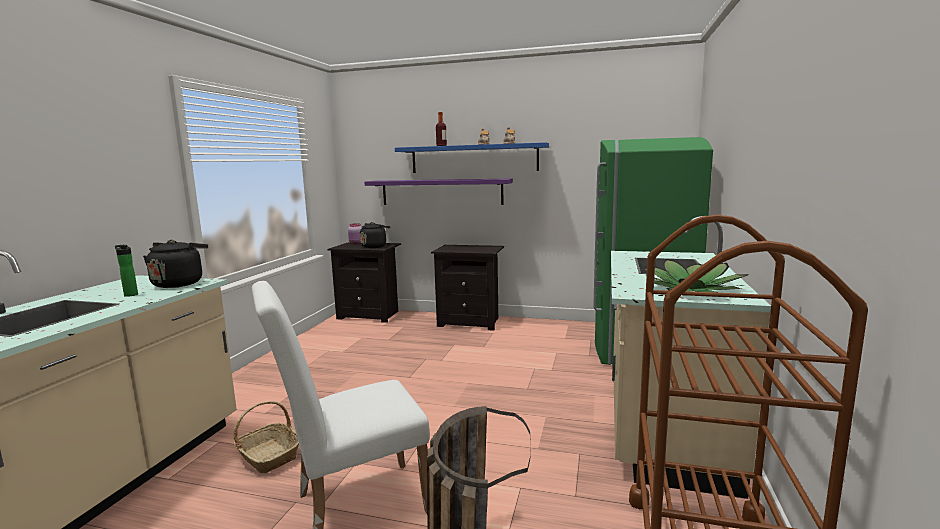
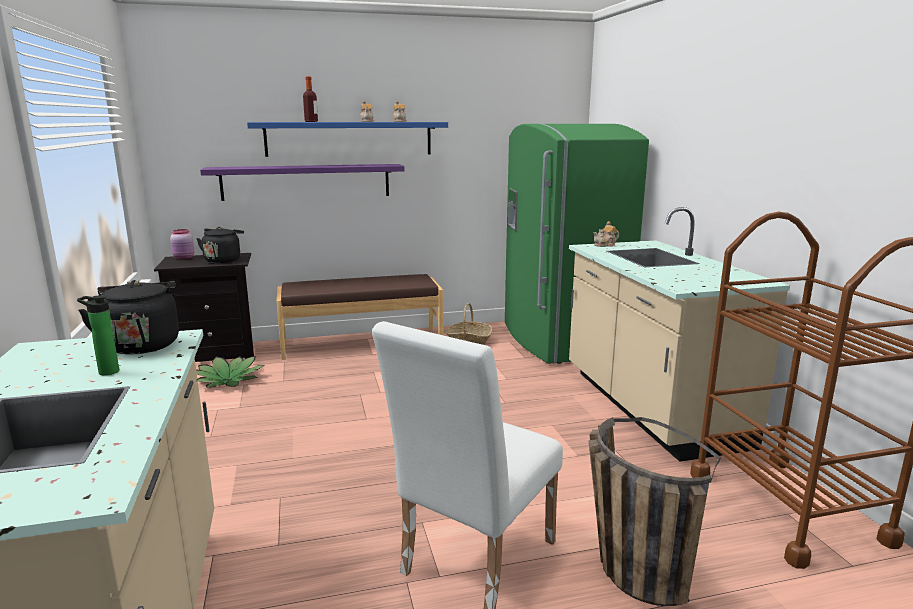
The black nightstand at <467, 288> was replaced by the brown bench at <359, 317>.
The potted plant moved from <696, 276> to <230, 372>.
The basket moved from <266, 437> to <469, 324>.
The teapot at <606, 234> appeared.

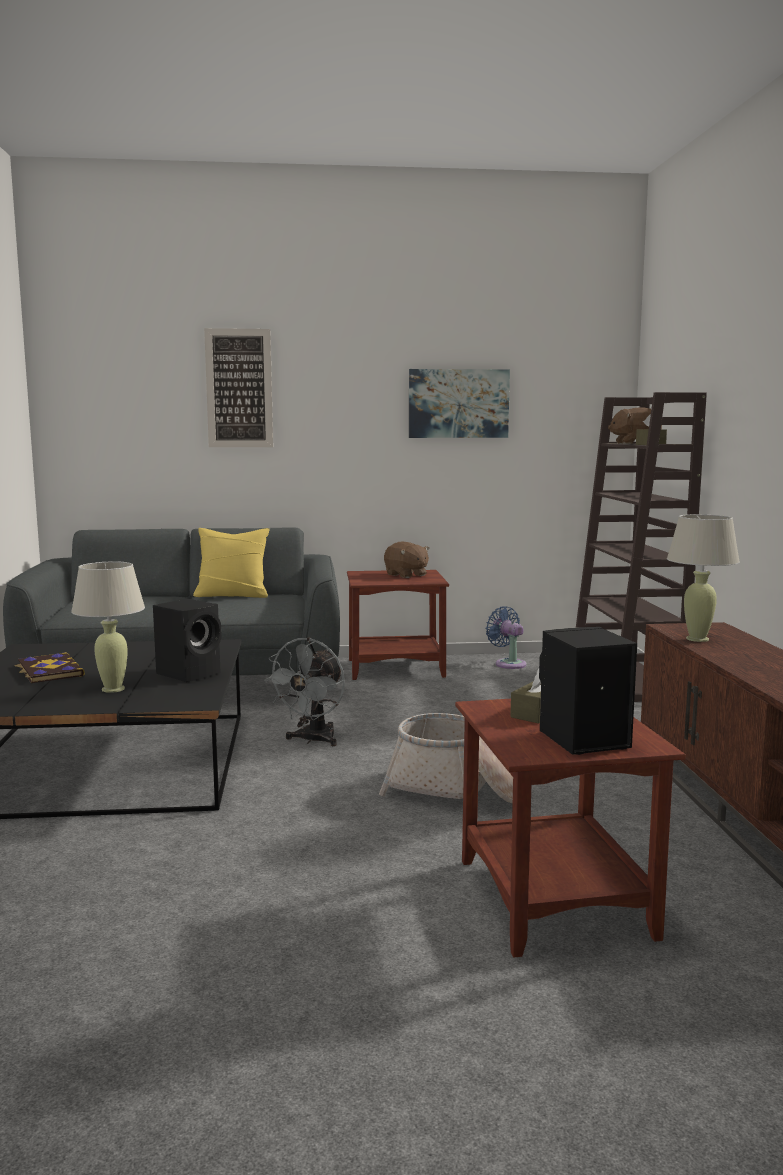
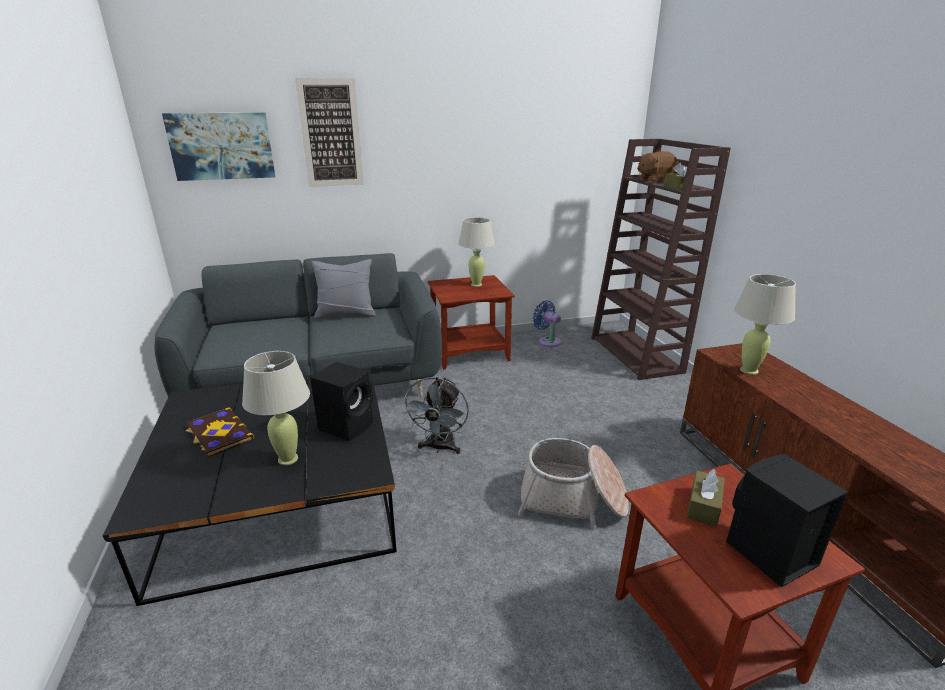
The picture moved from <459, 403> to <218, 146>.
The yellow pillow at <231, 563> became the grey pillow at <343, 289>.
The brown plush toy at <406, 560> was replaced by the beige table lamp at <476, 252>.

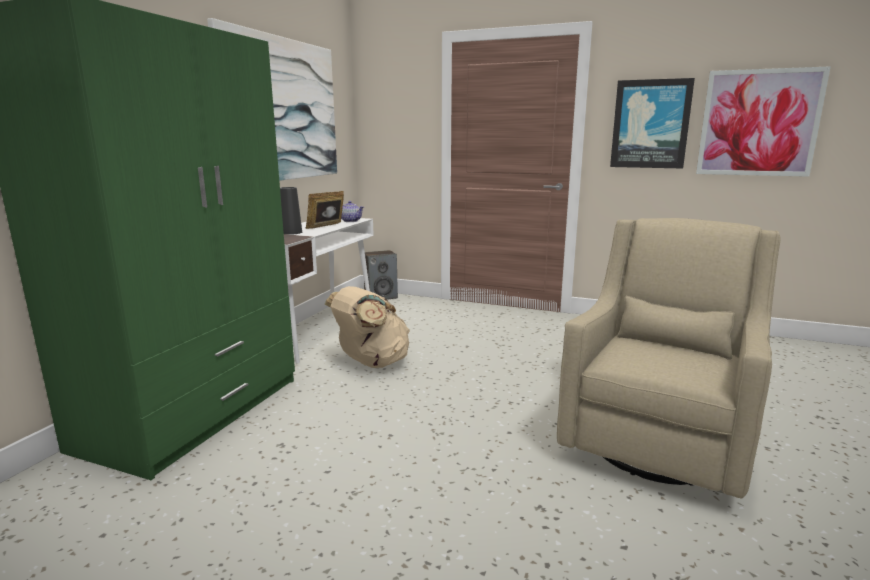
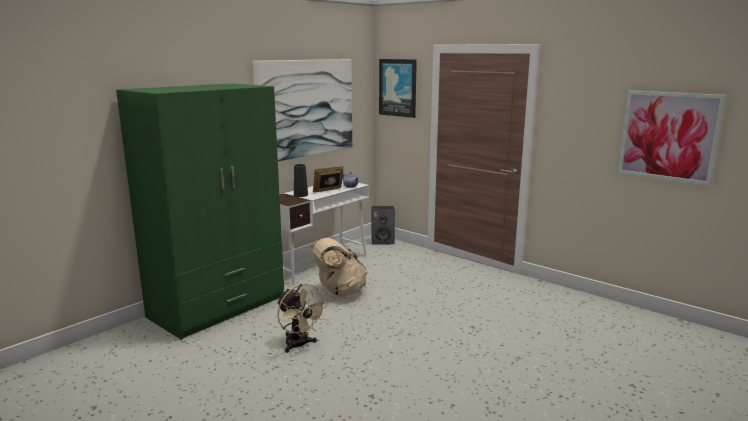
The picture moved from <652, 123> to <398, 88>.
The beige armchair at <669, 358> disappeared.
The beige fan at <302, 318> appeared.

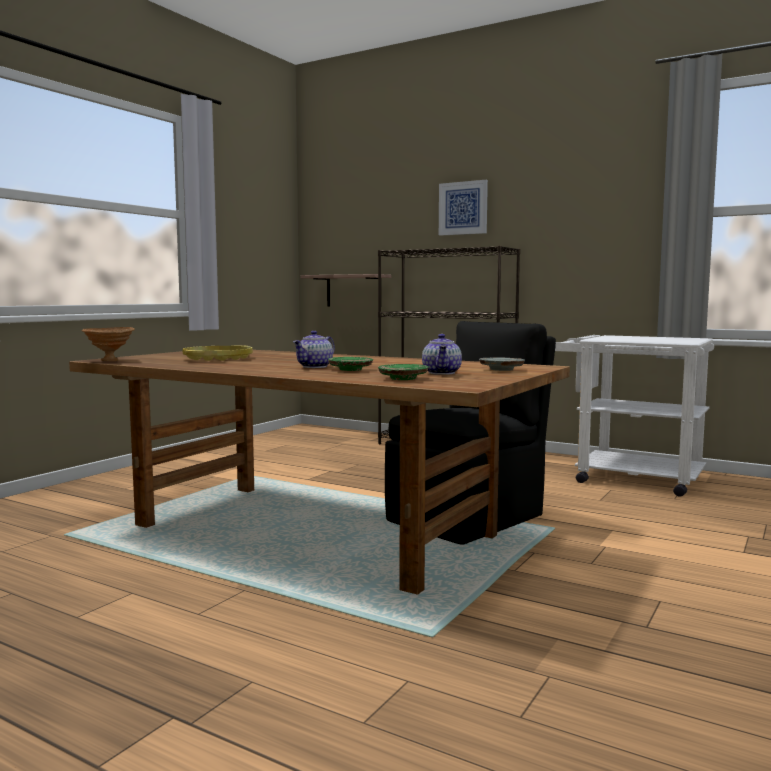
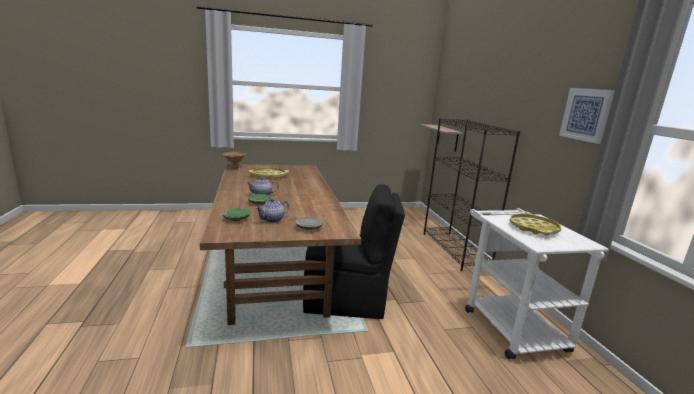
The picture moved from <463, 208> to <587, 116>.
The yellow tray at <535, 224> appeared.

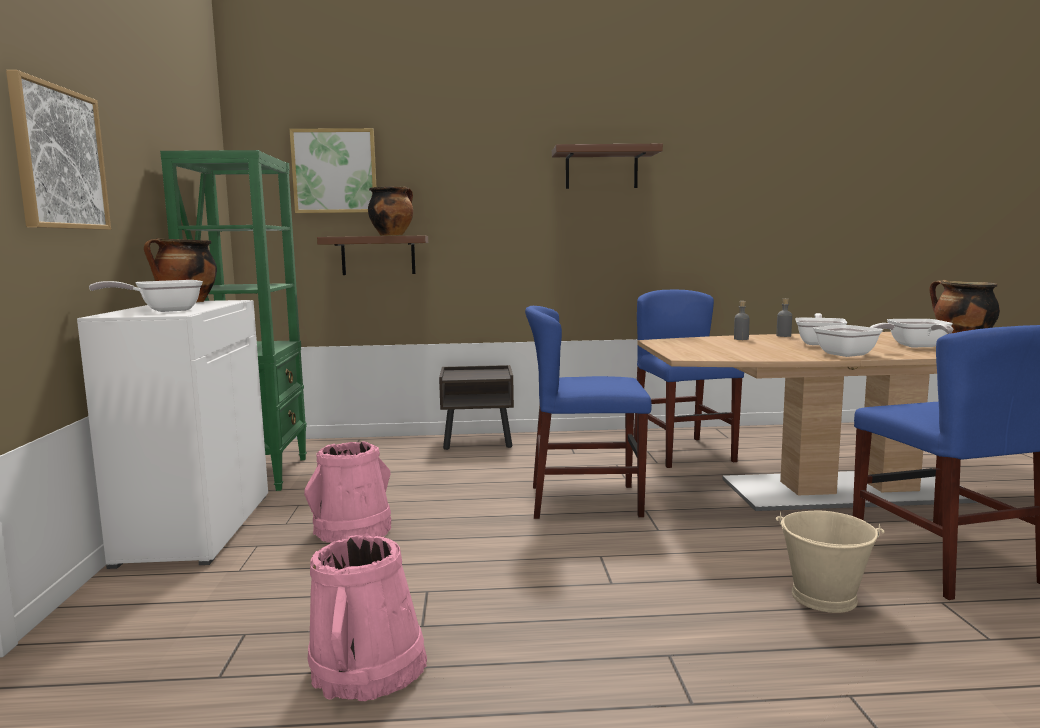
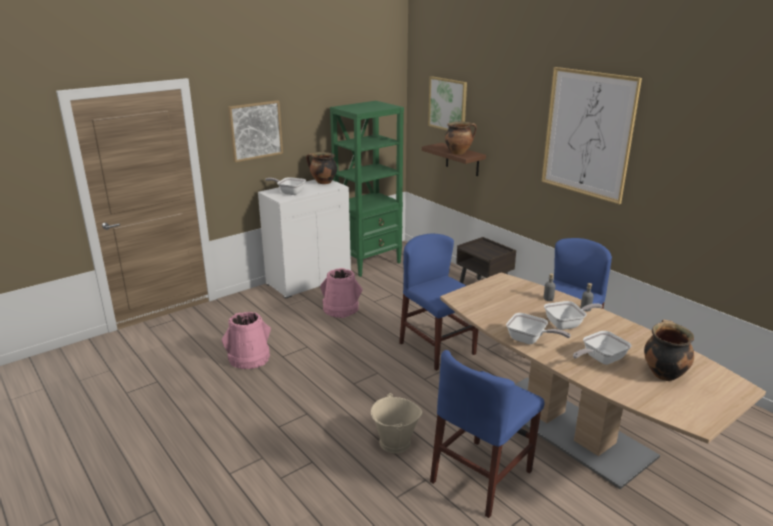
The brown shelf at <607, 166> was replaced by the picture at <591, 135>.

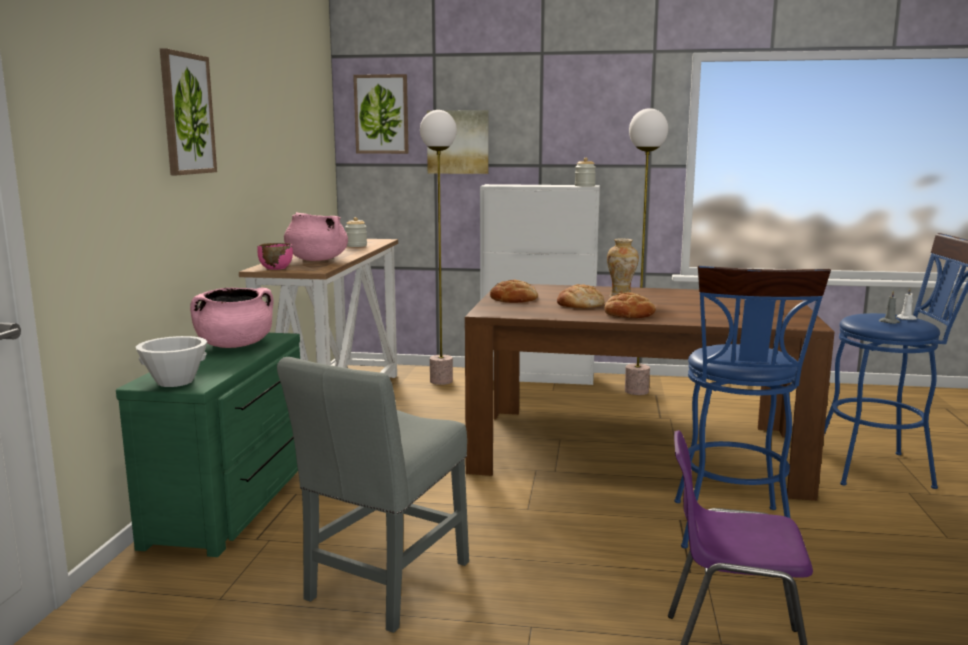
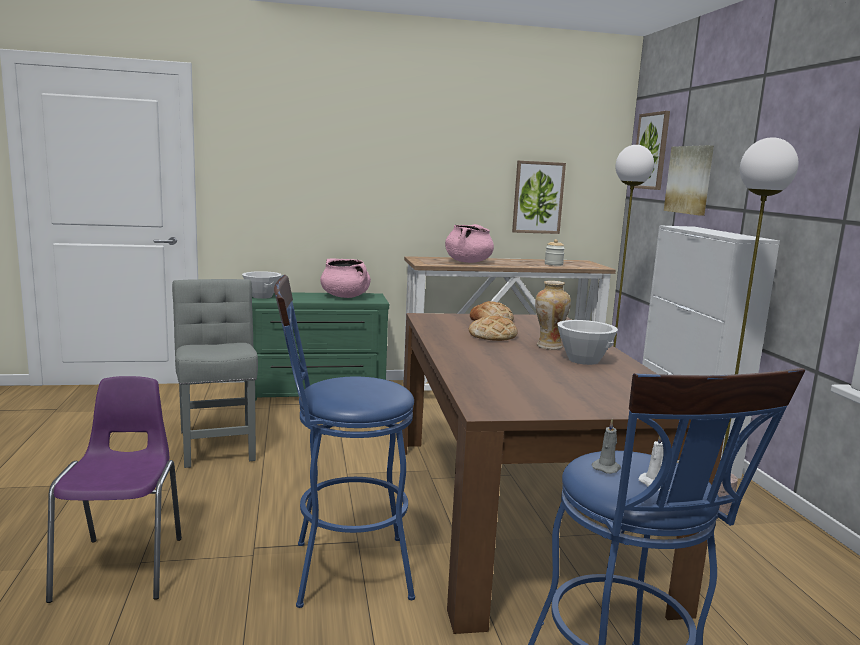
The picture moved from <188, 111> to <539, 197>.
The jar at <585, 172> disappeared.
The pink bowl at <275, 256> disappeared.
The bread at <630, 305> disappeared.
The grey chair at <373, 495> turned 60 degrees clockwise.
The white bowl at <587, 342> appeared.

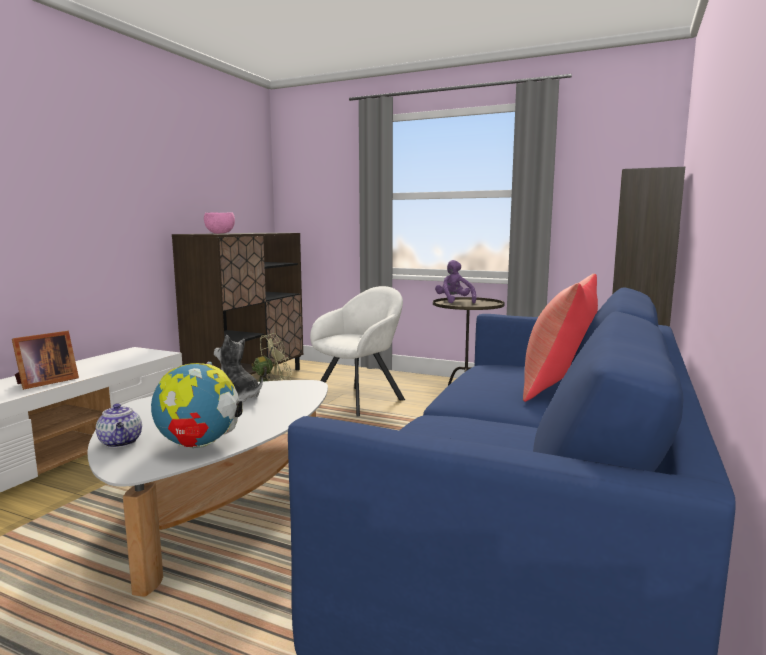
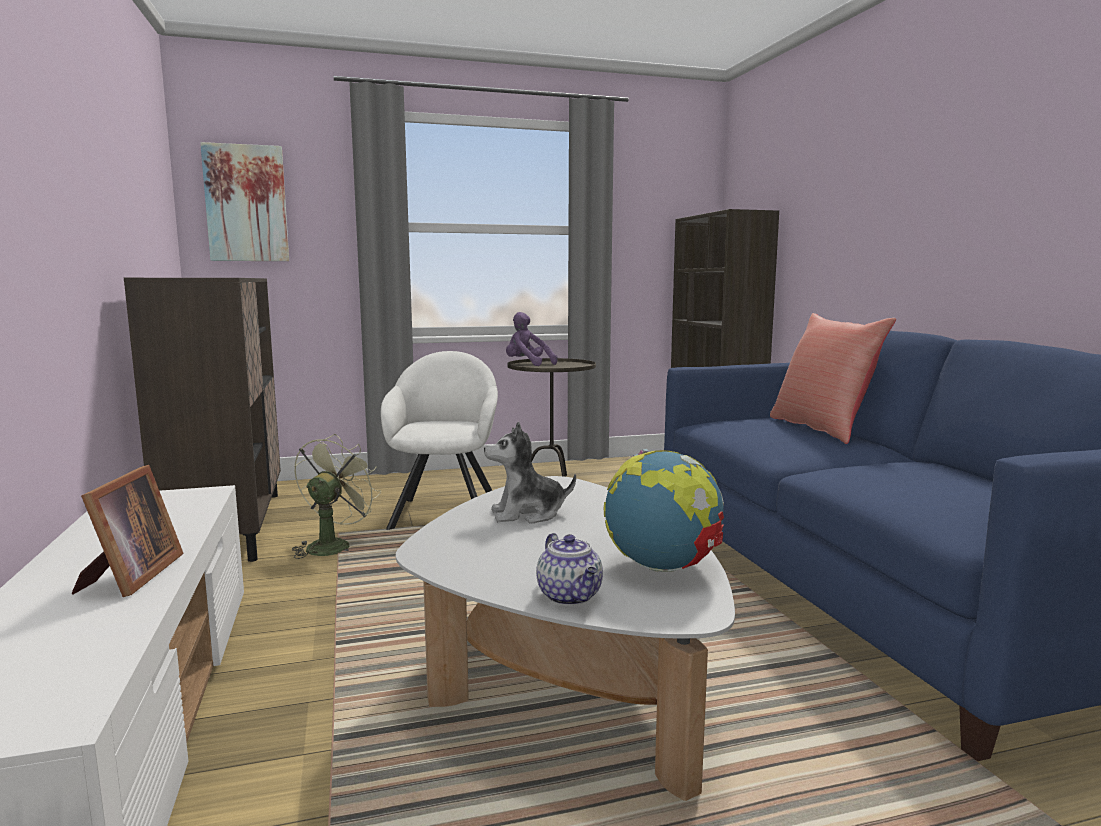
The pink bowl at <219, 223> disappeared.
The teapot at <119, 425> turned 45 degrees clockwise.
The picture at <244, 201> appeared.

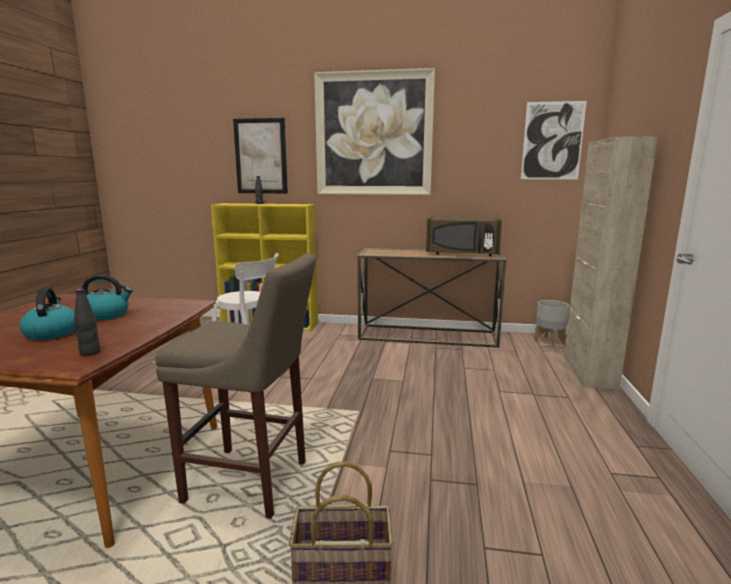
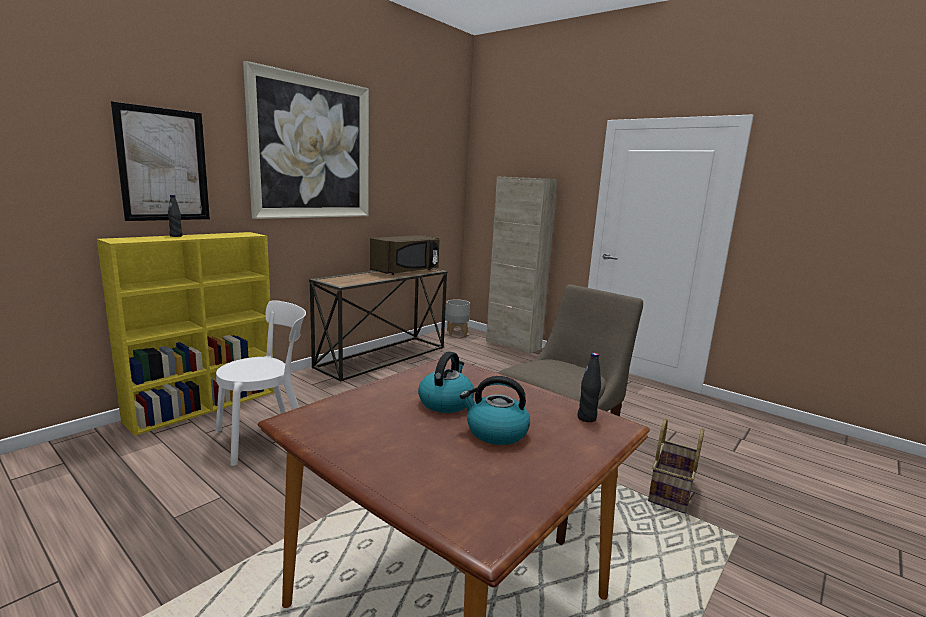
The picture at <554, 140> disappeared.

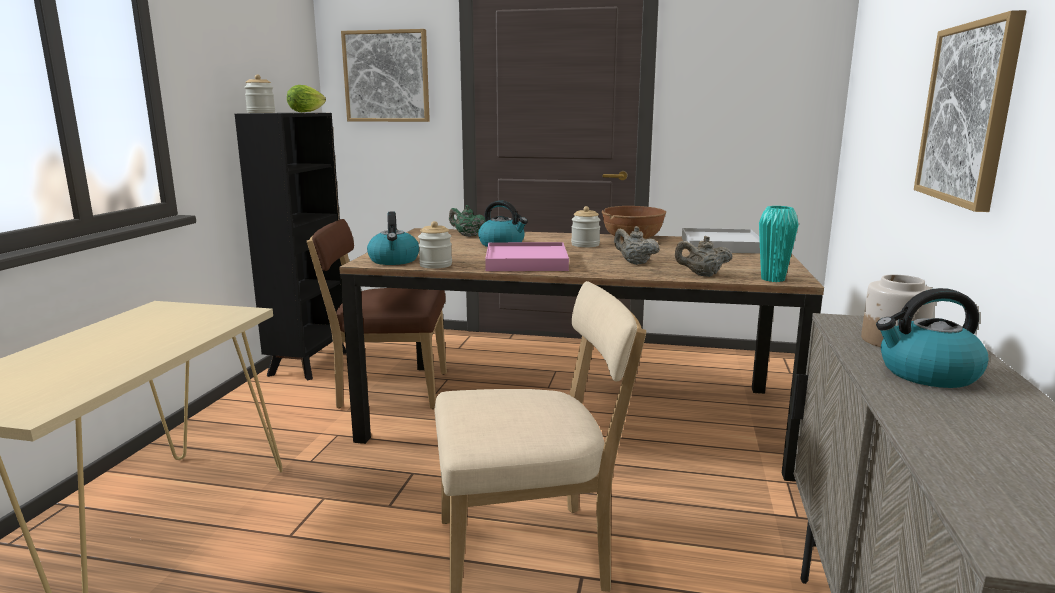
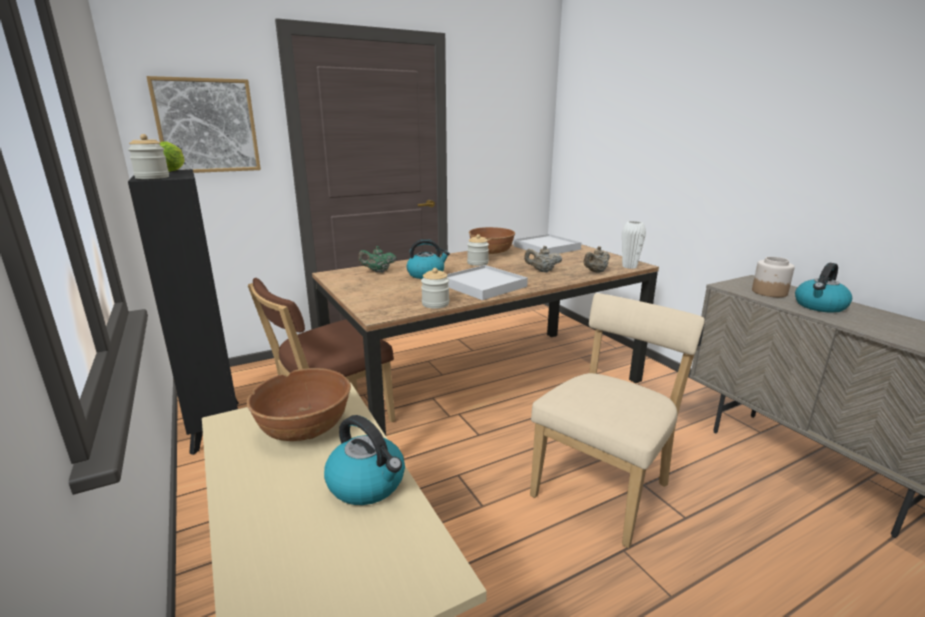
The picture at <970, 111> disappeared.
The turquoise vase at <779, 244> became the white vase at <634, 245>.
The kettle moved from <393, 238> to <364, 460>.
The pink tray at <527, 256> became the white tray at <487, 282>.
The brown bowl at <299, 404> appeared.

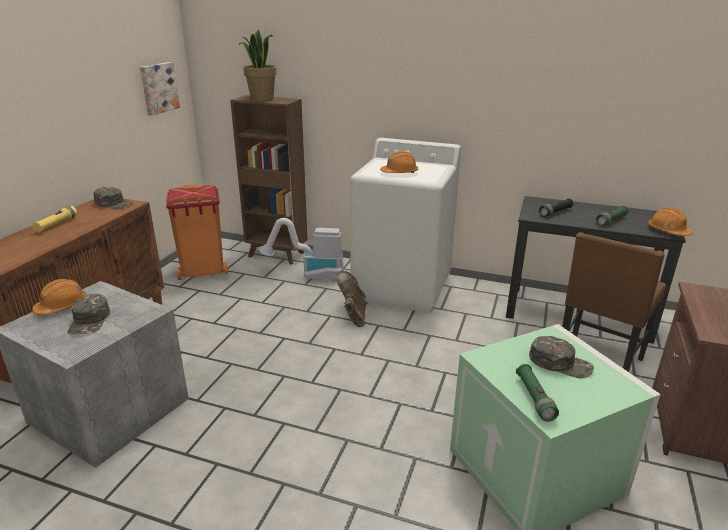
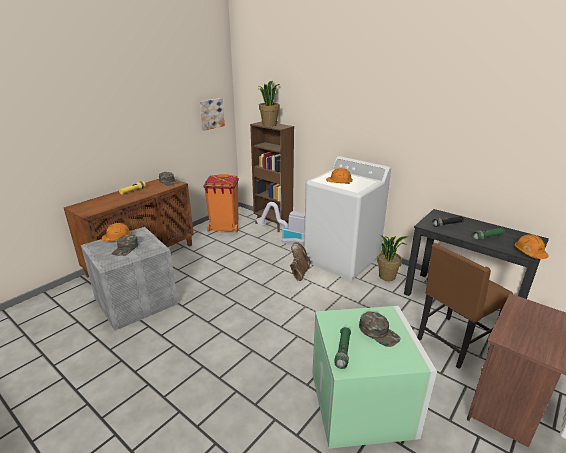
The potted plant at <392, 258> appeared.

